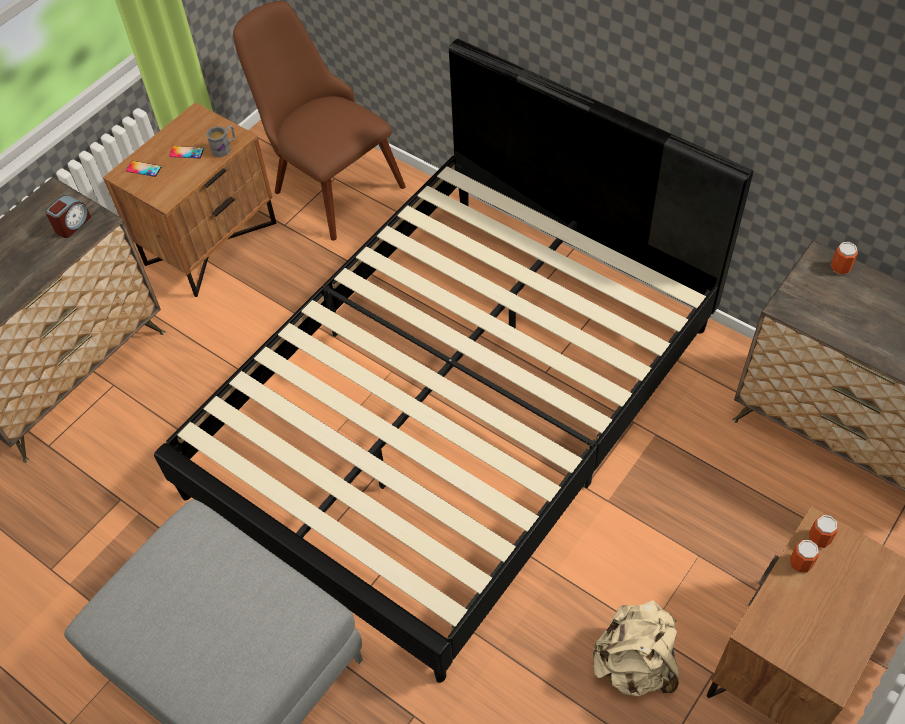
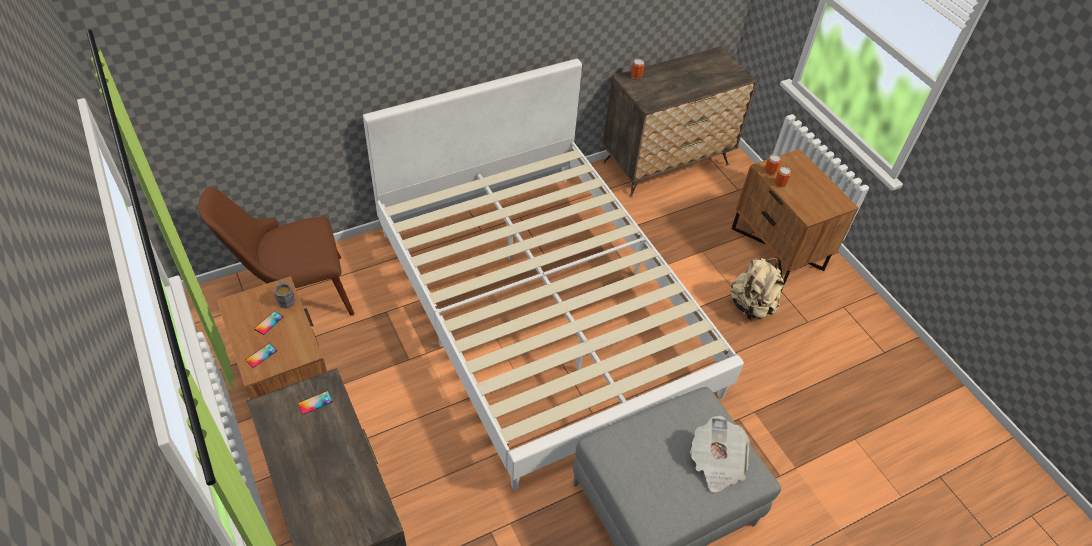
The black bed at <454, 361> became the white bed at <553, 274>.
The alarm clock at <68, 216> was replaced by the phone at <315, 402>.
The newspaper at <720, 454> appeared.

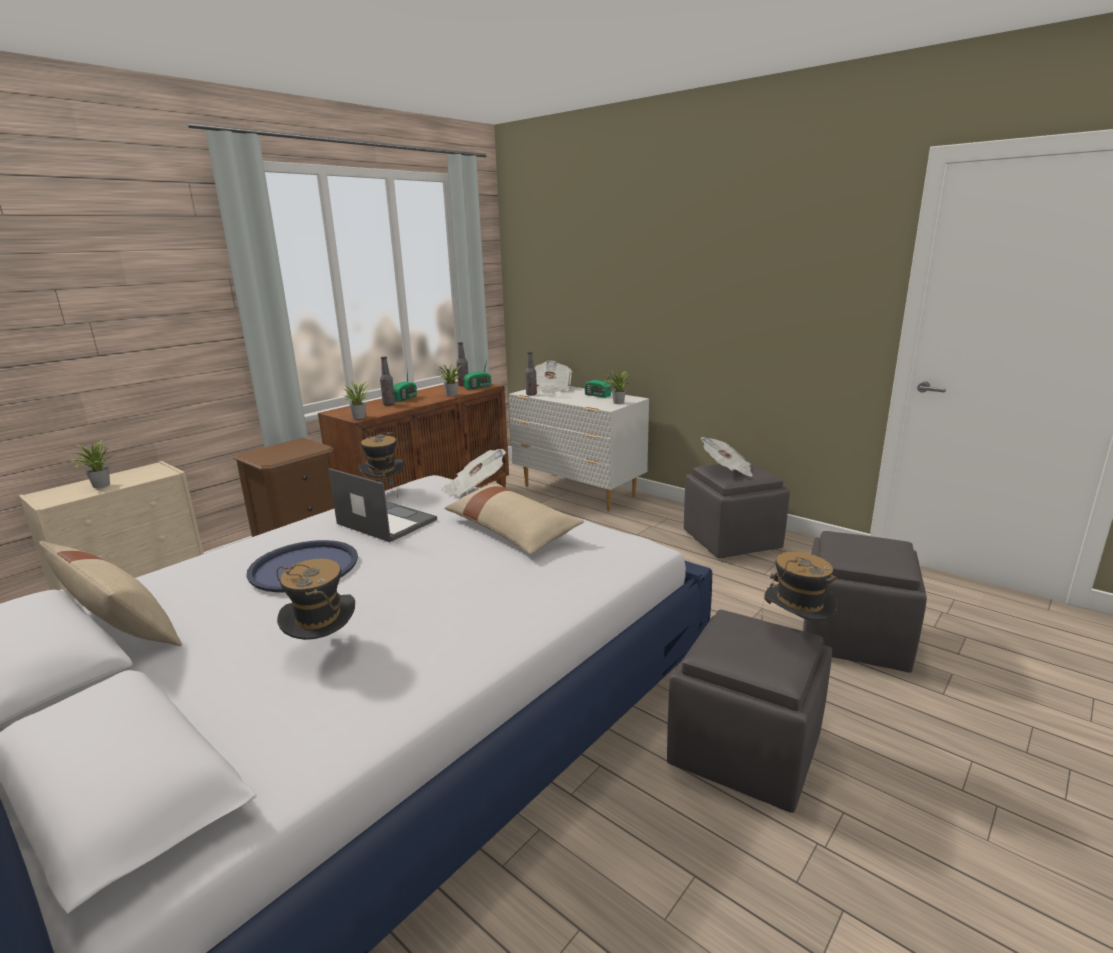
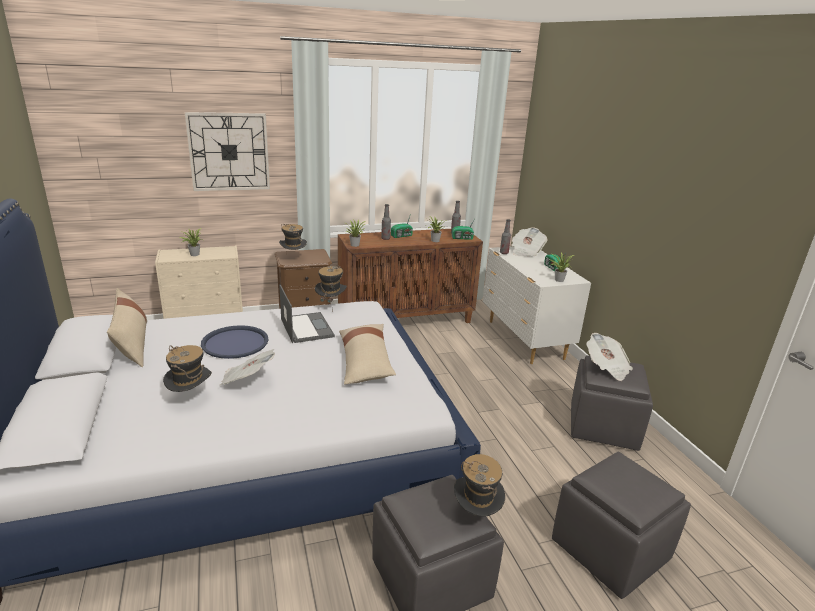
The newspaper moved from <473, 473> to <247, 367>.
The wall clock at <227, 151> appeared.
The hat at <293, 239> appeared.

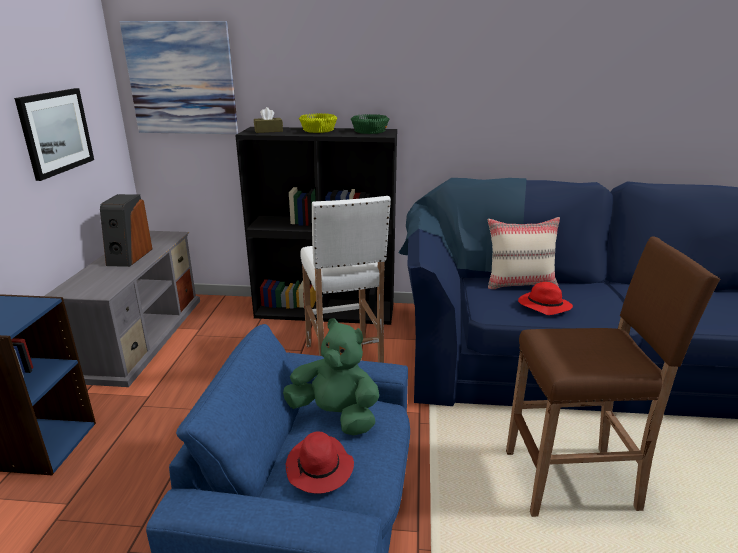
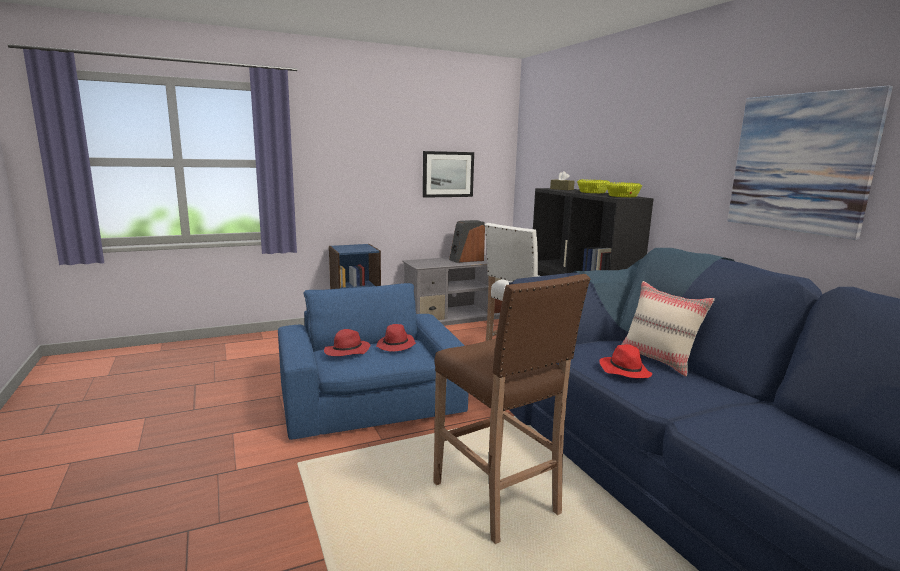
The picture moved from <179, 77> to <810, 162>.
The green bowl at <370, 124> became the yellow bowl at <624, 189>.
The green plush toy at <331, 376> was replaced by the red hat at <396, 338>.

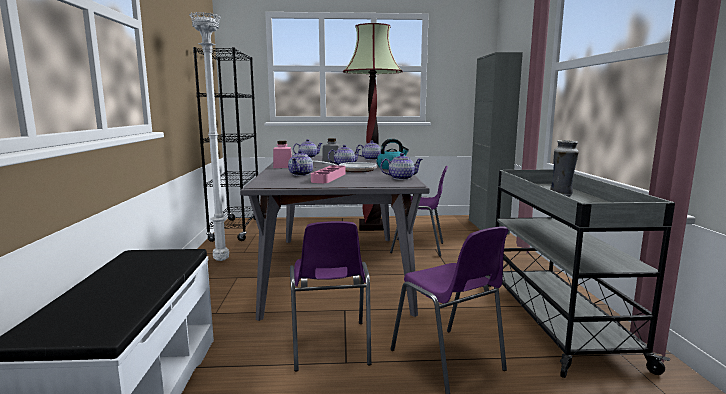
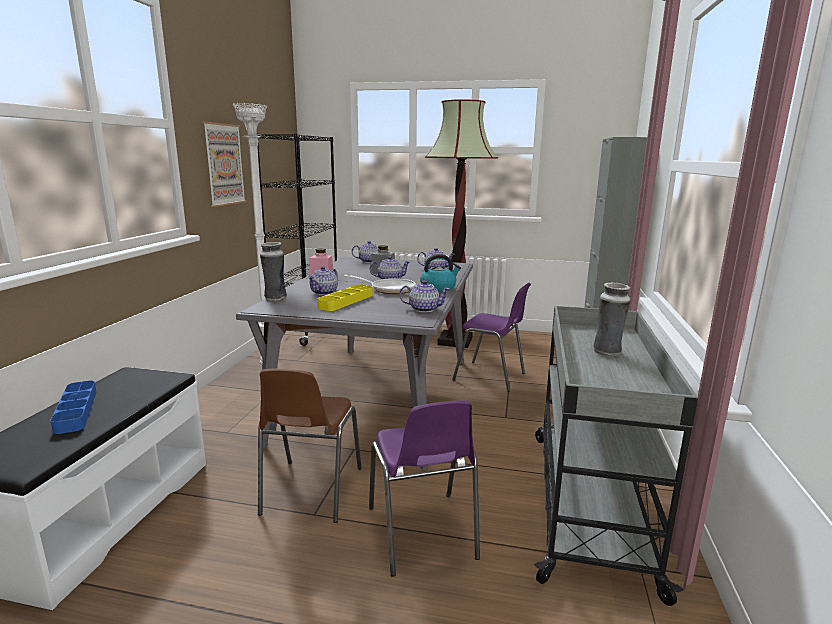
The pink tray at <328, 174> became the yellow tray at <345, 297>.
The purple chair at <330, 296> became the brown chair at <310, 446>.
The picture at <224, 164> appeared.
The vase at <273, 271> appeared.
The blue tray at <73, 407> appeared.

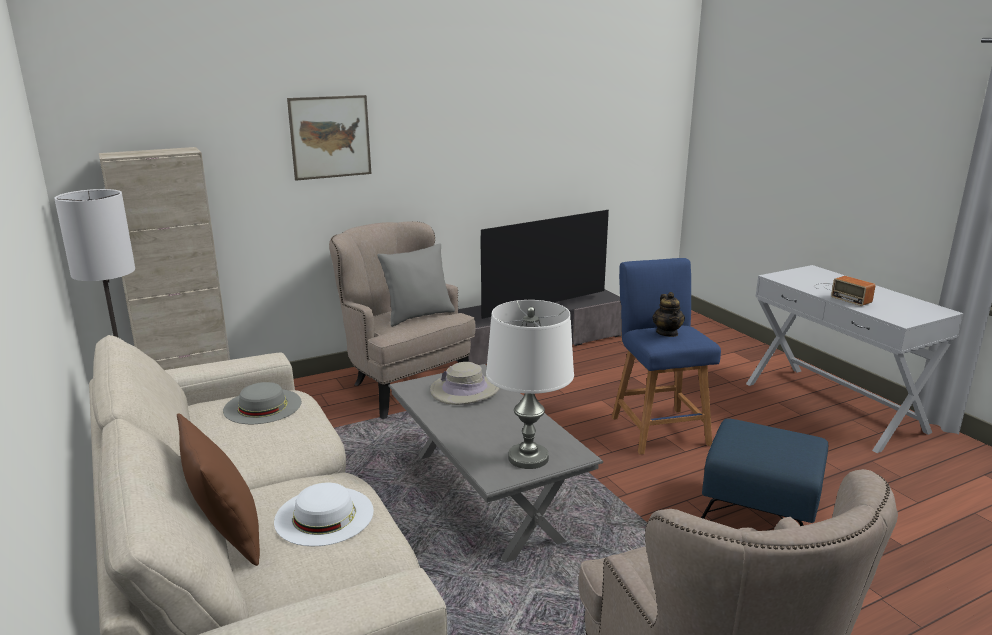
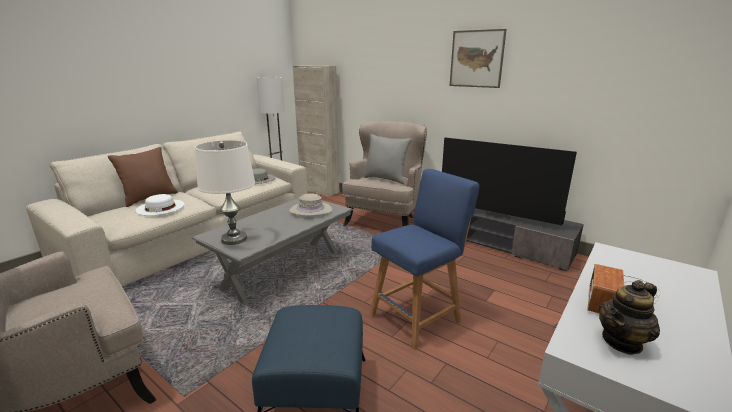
The picture moved from <329, 138> to <478, 58>.
The teapot moved from <668, 314> to <629, 317>.

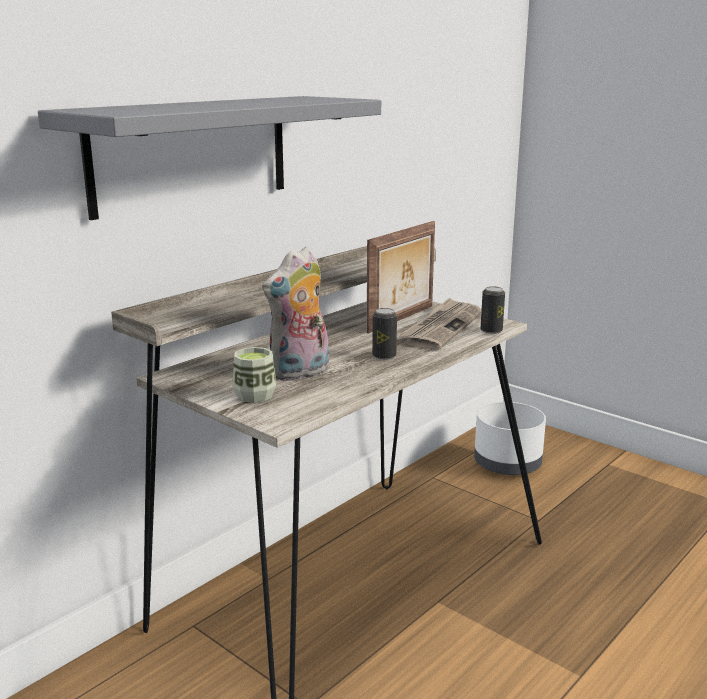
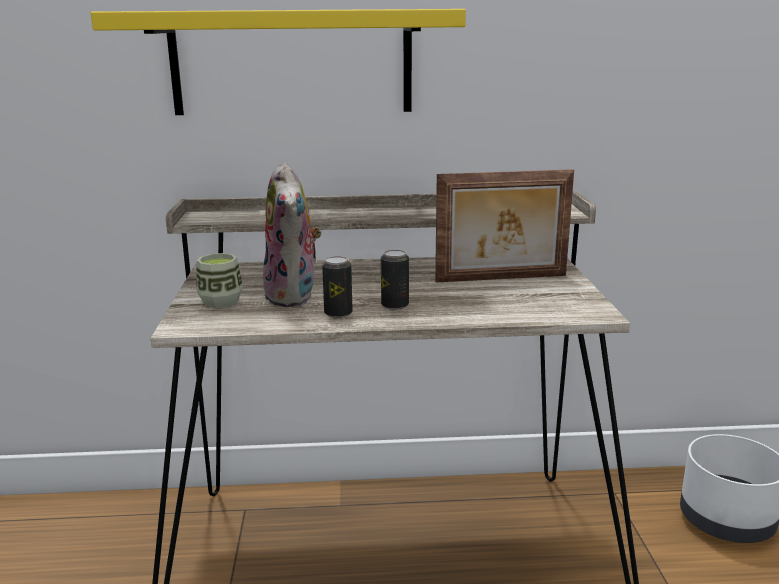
The grey shelf at <209, 158> became the yellow shelf at <278, 62>.
The plush toy at <295, 314> turned 105 degrees counterclockwise.
The can moved from <493, 310> to <337, 287>.
The newspaper at <440, 324> disappeared.

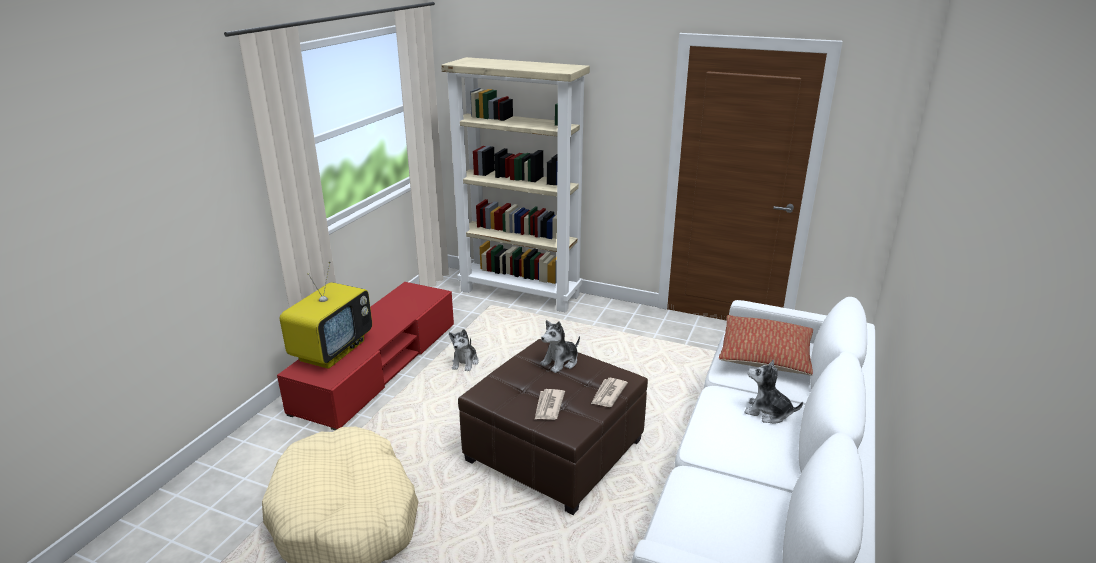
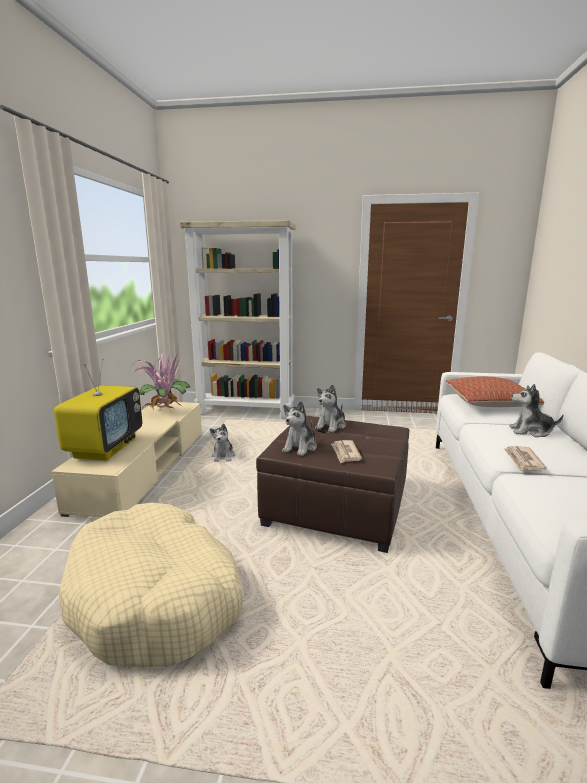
The red tv stand at <365, 356> became the beige tv stand at <126, 459>.
The newspaper moved from <609, 392> to <525, 458>.
The potted plant at <161, 381> appeared.
The plush toy at <299, 428> appeared.

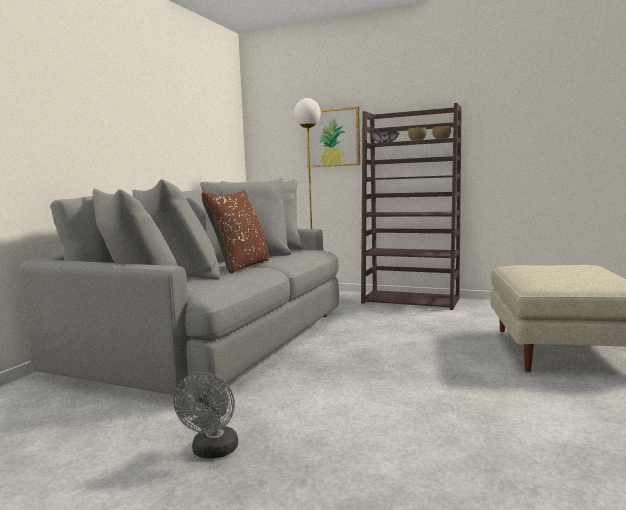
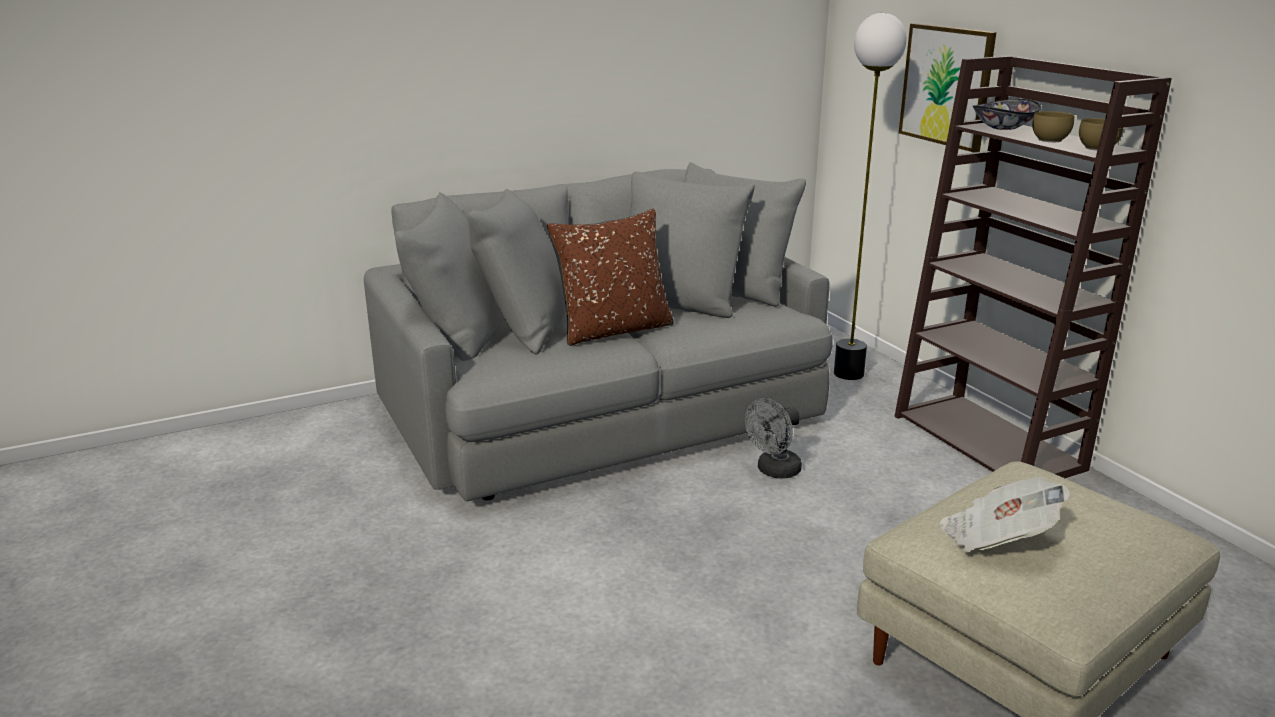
The grey fan moved from <205, 415> to <773, 438>.
The newspaper at <1005, 515> appeared.

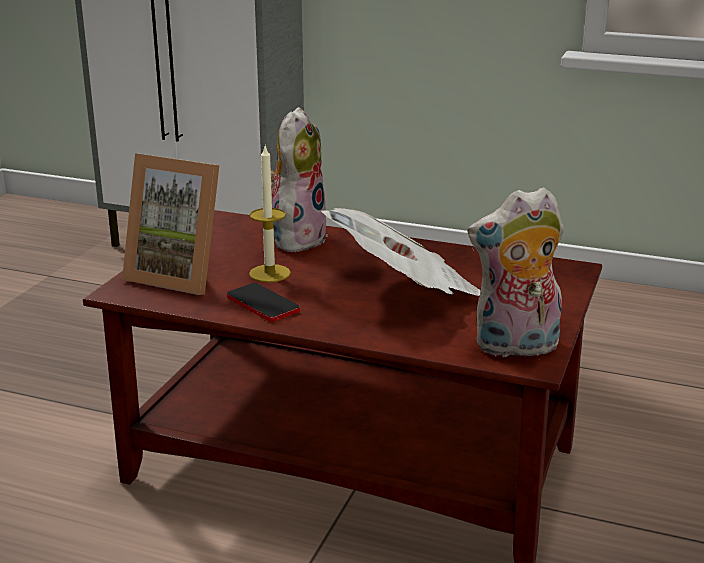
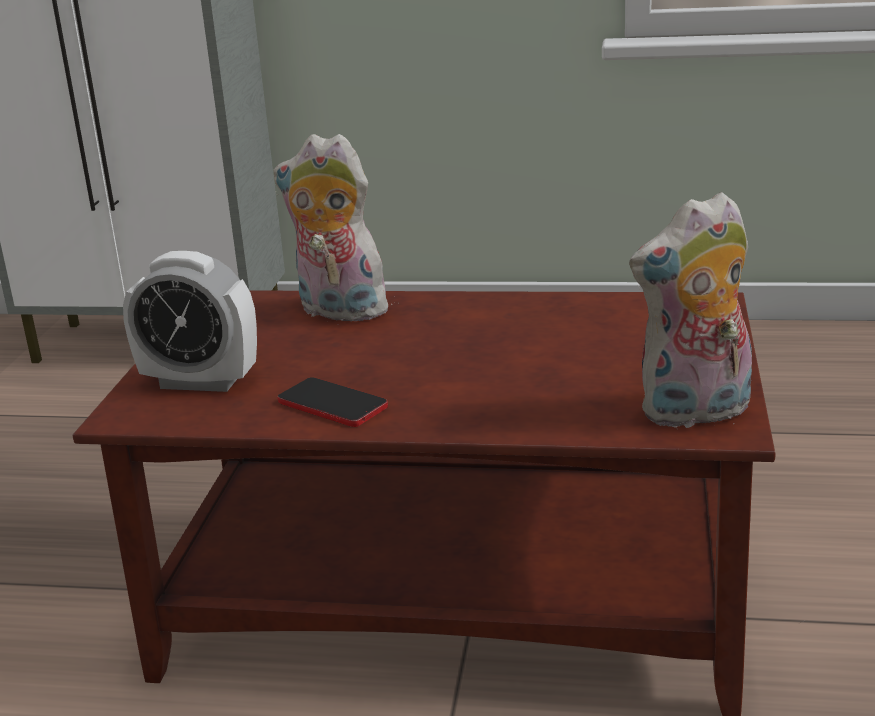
The plush toy at <299, 179> turned 75 degrees counterclockwise.
The candle at <270, 214> disappeared.
The picture frame at <170, 224> was replaced by the alarm clock at <190, 321>.
The newspaper at <401, 252> disappeared.

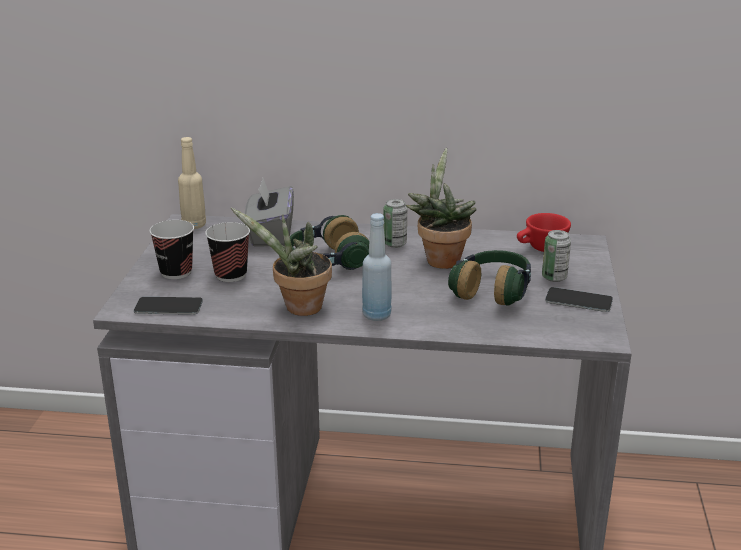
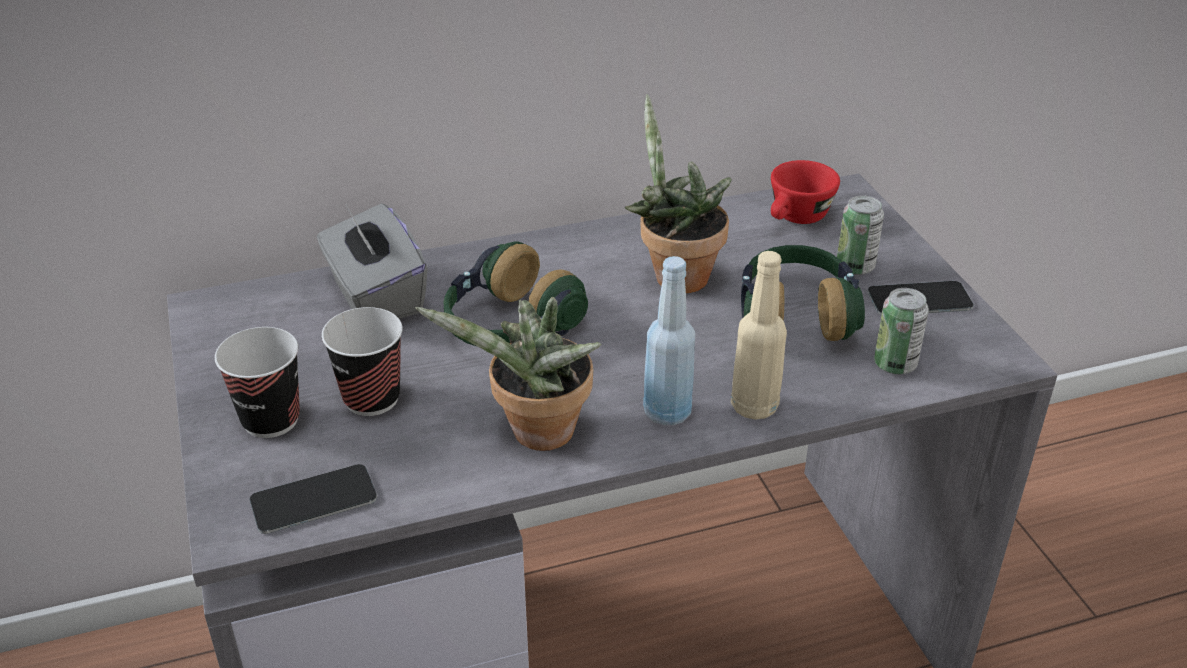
The beige bottle moved from <192, 183> to <759, 335>.
The can moved from <395, 223> to <901, 331>.

